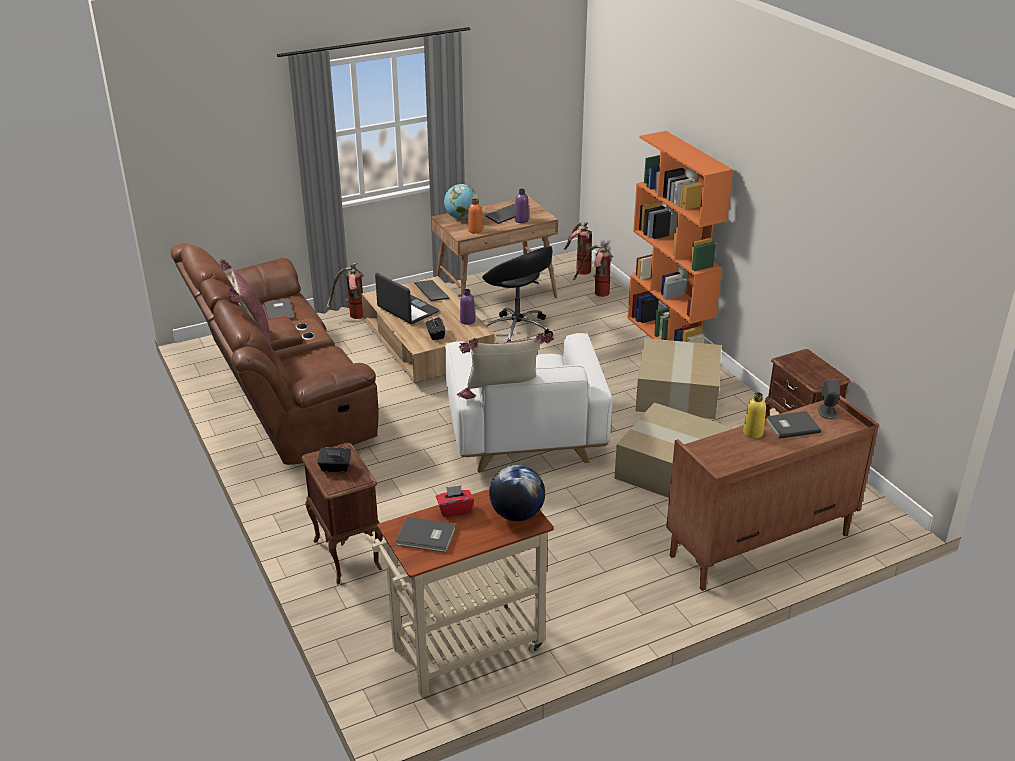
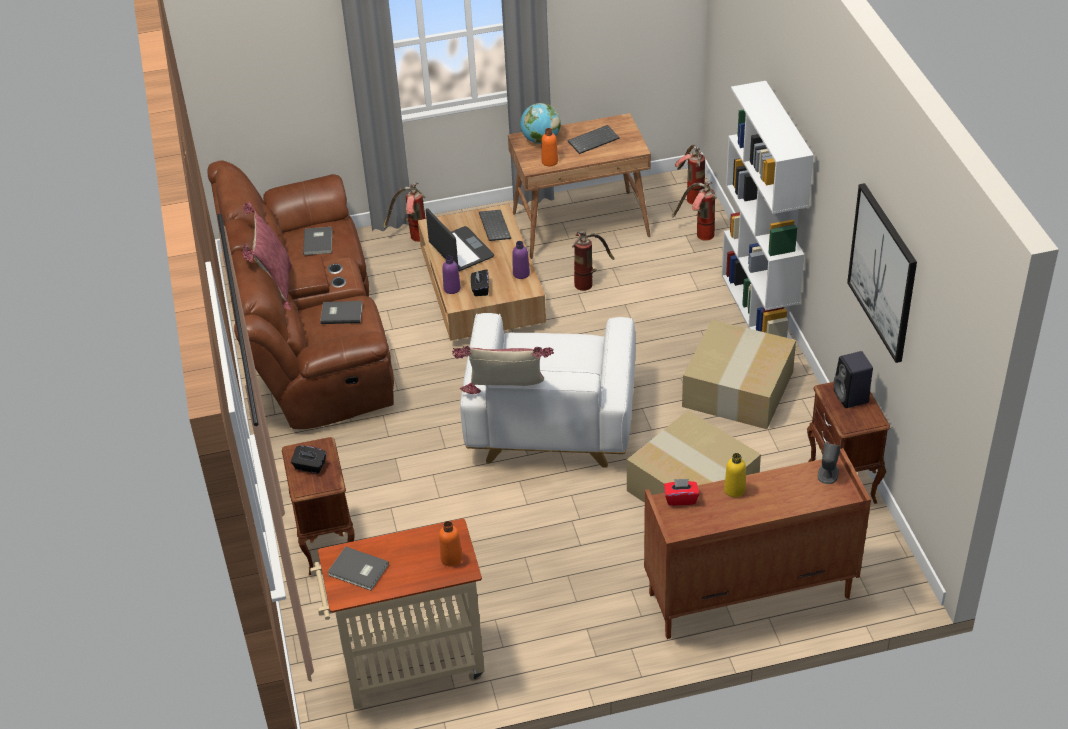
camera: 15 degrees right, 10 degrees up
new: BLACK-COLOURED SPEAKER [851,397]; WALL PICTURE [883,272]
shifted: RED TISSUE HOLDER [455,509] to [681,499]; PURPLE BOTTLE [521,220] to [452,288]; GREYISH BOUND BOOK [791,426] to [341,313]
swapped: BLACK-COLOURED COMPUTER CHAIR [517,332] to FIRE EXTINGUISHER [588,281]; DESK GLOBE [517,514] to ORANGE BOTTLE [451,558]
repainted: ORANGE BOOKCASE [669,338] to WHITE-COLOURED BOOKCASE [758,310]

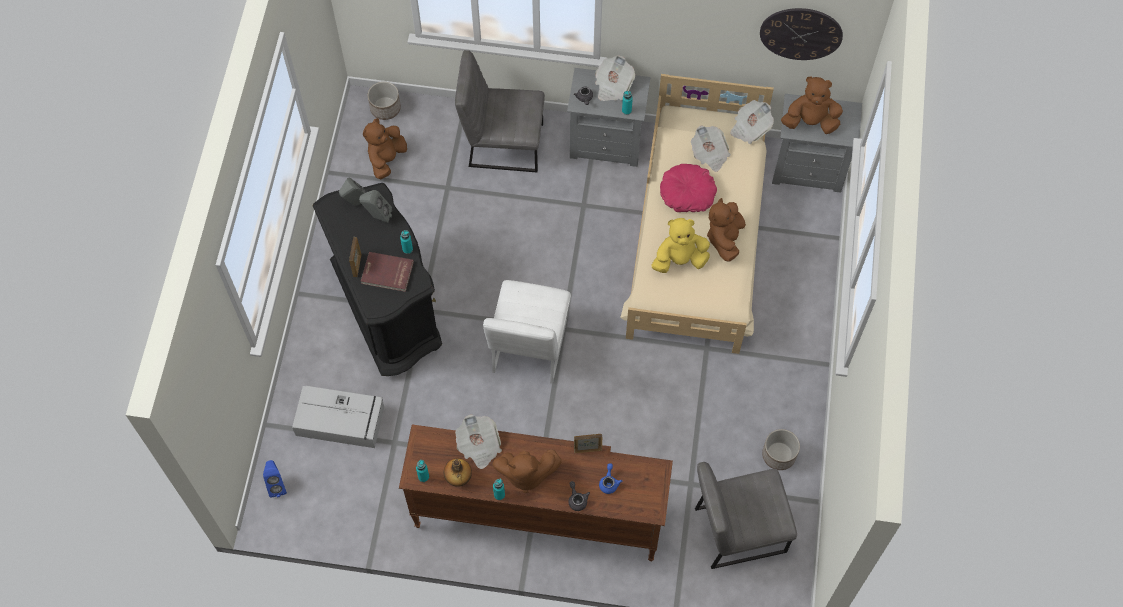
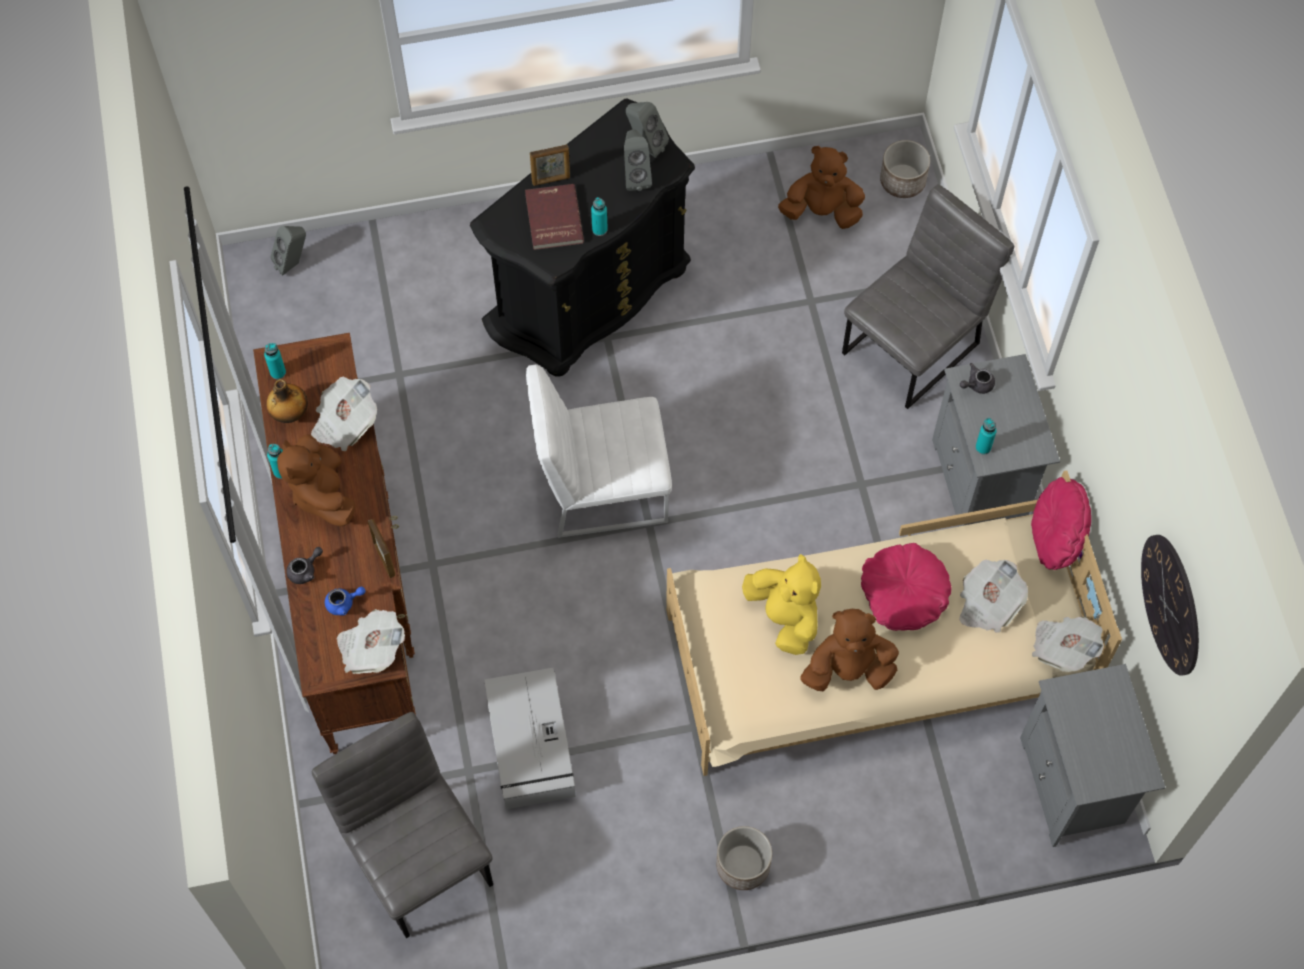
camera: 70 degrees right, 0 degrees up
gone: BROWNISH PLUSH TOY [810,122]
new: PINK-COLOURED PILLOW [1054,540]
shifted: GREYISH STORAGE BIN [341,421] to [531,746]; PRINTED PAPER [613,86] to [371,649]; FLOWER POT [779,455] to [742,865]
repainted: BLUE SPEAKER [277,485] to GREYISH SPEAKER [293,263]
rotated: GREYISH UPRIGHT CHAIR [503,144] = [914,346] 60 degrees clockwise

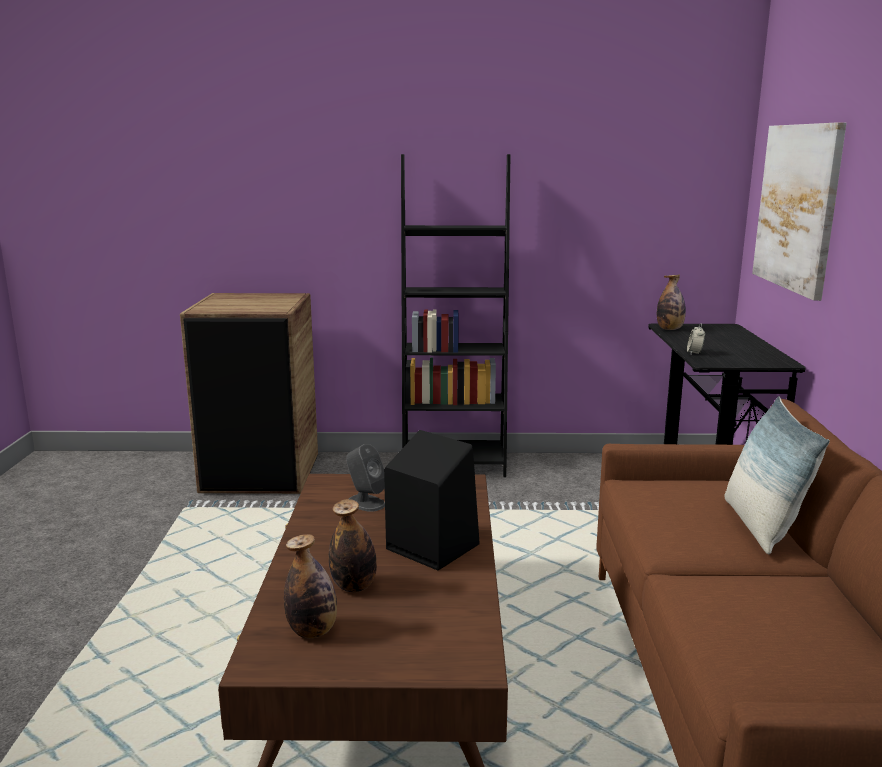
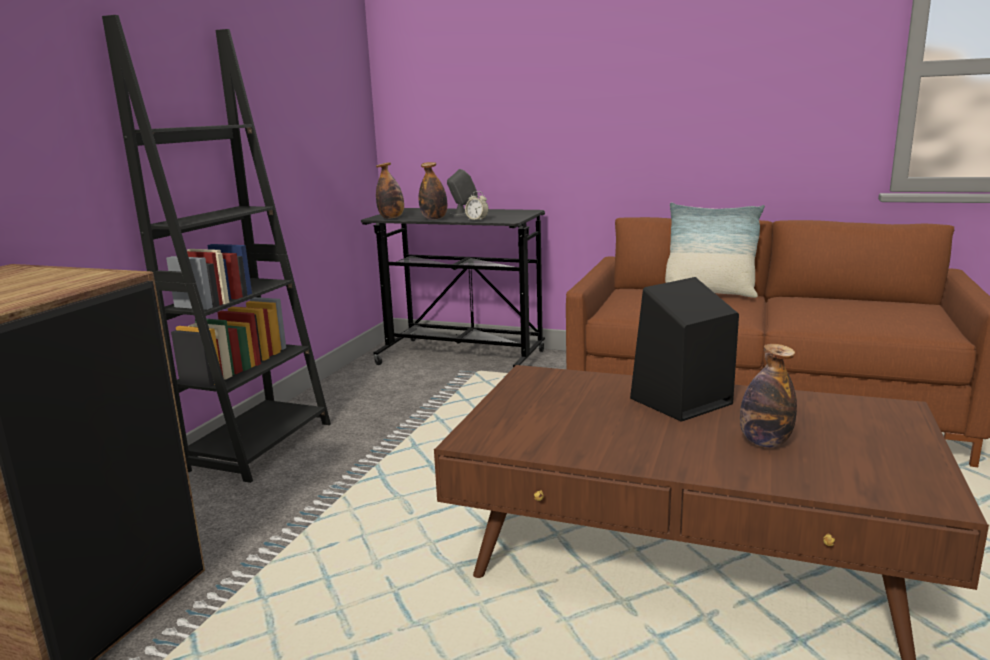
camera: 70 degrees left, 0 degrees up
gone: WALL PICTURE [797,207]
shifted: BOTTLE [313,631] to [434,219]; GREYISH SPEAKER [365,503] to [463,214]

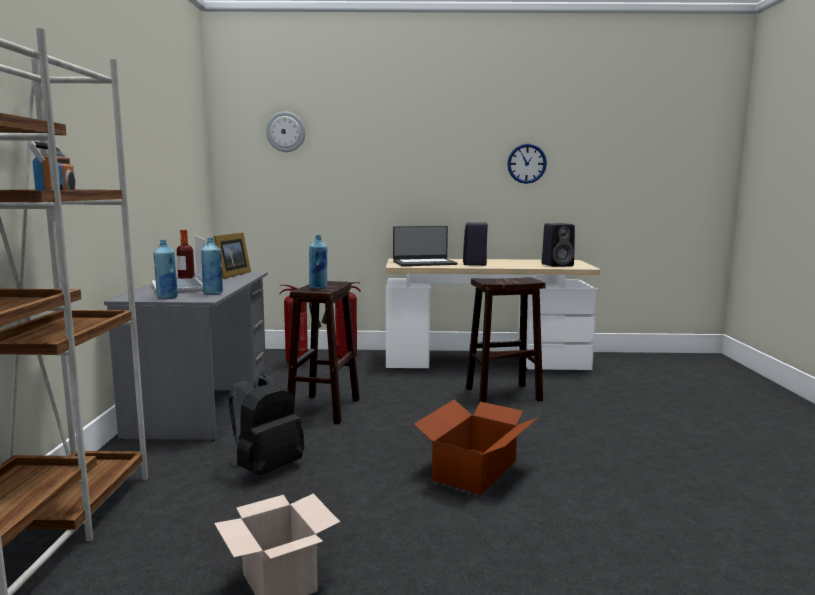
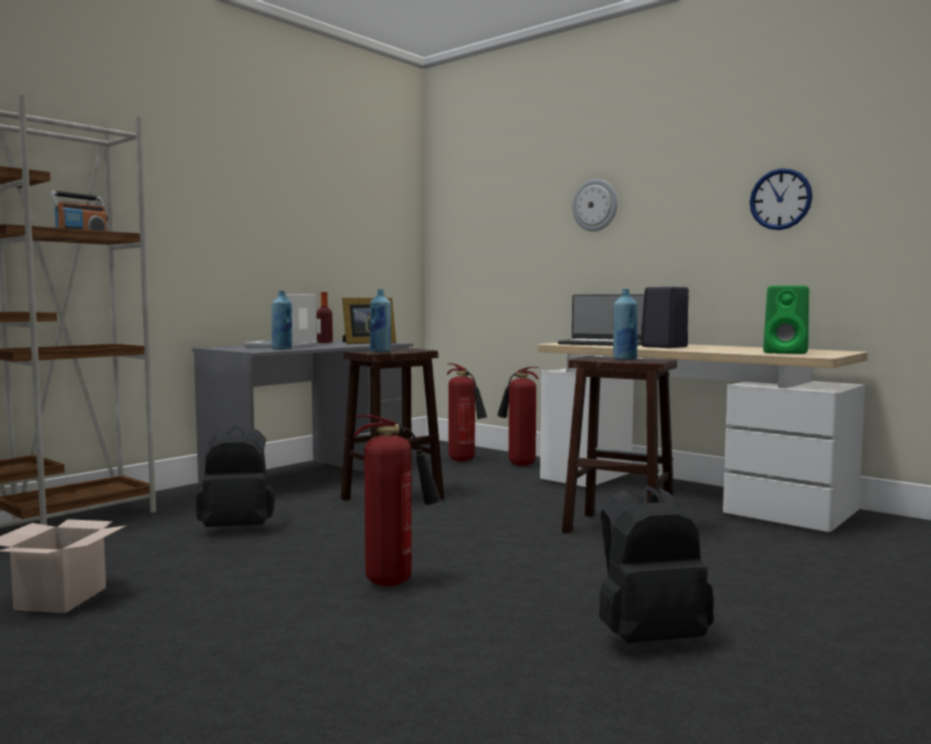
camera: 40 degrees right, 5 degrees down
new: BLACK-COLOURED BACKPACK [648,637]
shifted: BLUE BOTTLE [167,297] to [624,359]; WALL CLOCK [286,132] to [595,205]
swapped: CARTON [474,470] to FIRE EXTINGUISHER [395,582]
repainted: BLACK-COLOURED SPEAKER [558,265] to GREEN-COLOURED SPEAKER [787,352]

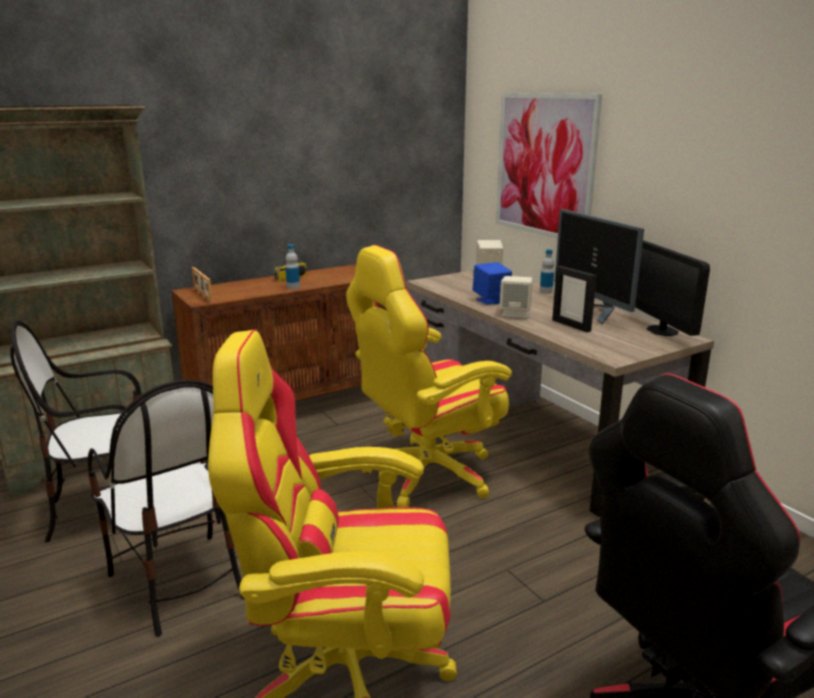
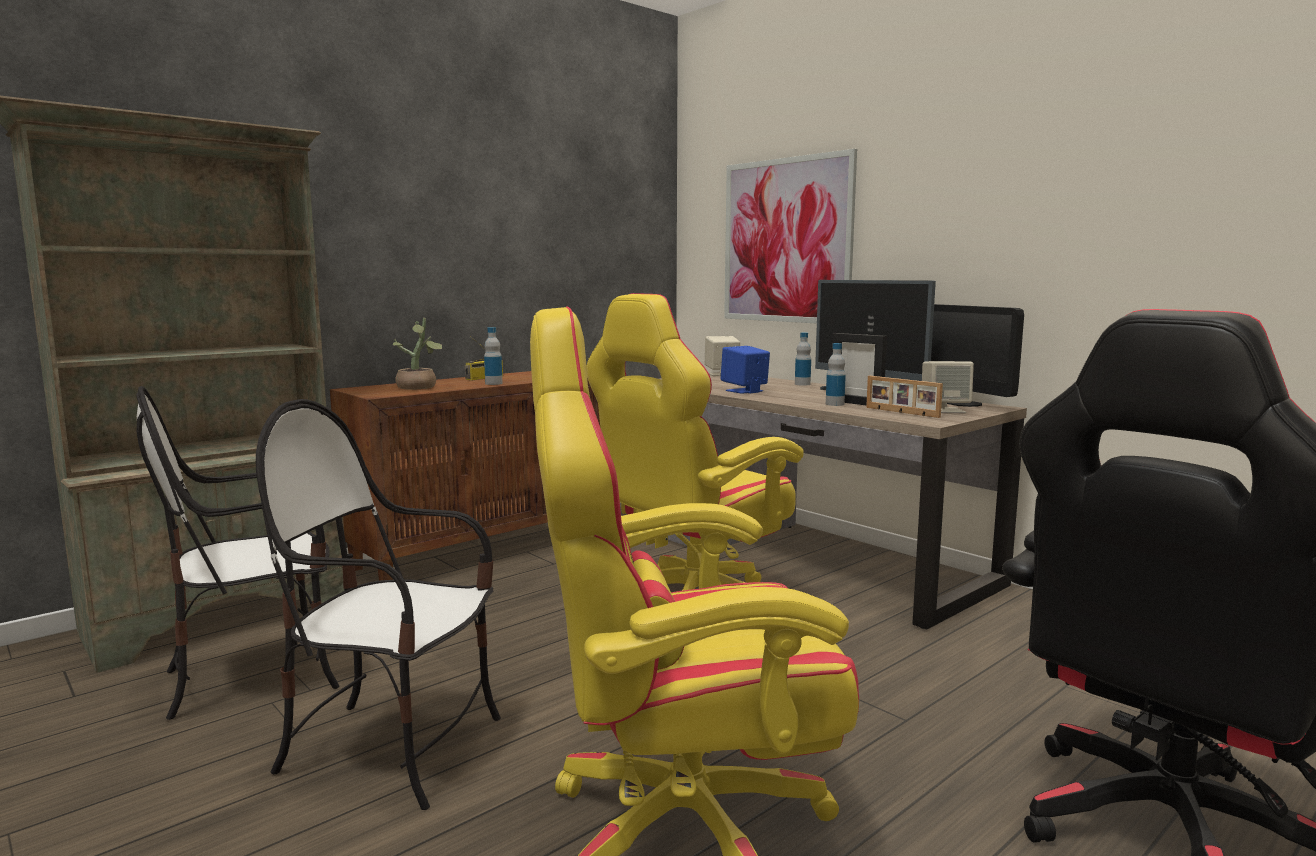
camera: 10 degrees left, 10 degrees down
new: HOUSEPLANT [419,387]; BOTTLE [834,404]
shifted: PICTURE FRAME [202,295] to [901,412]; SAND-COLOURED SPEAKER [515,314] to [944,410]
rotated: UPRIGHT CHAIR [179,582] = [393,748] 150 degrees clockwise

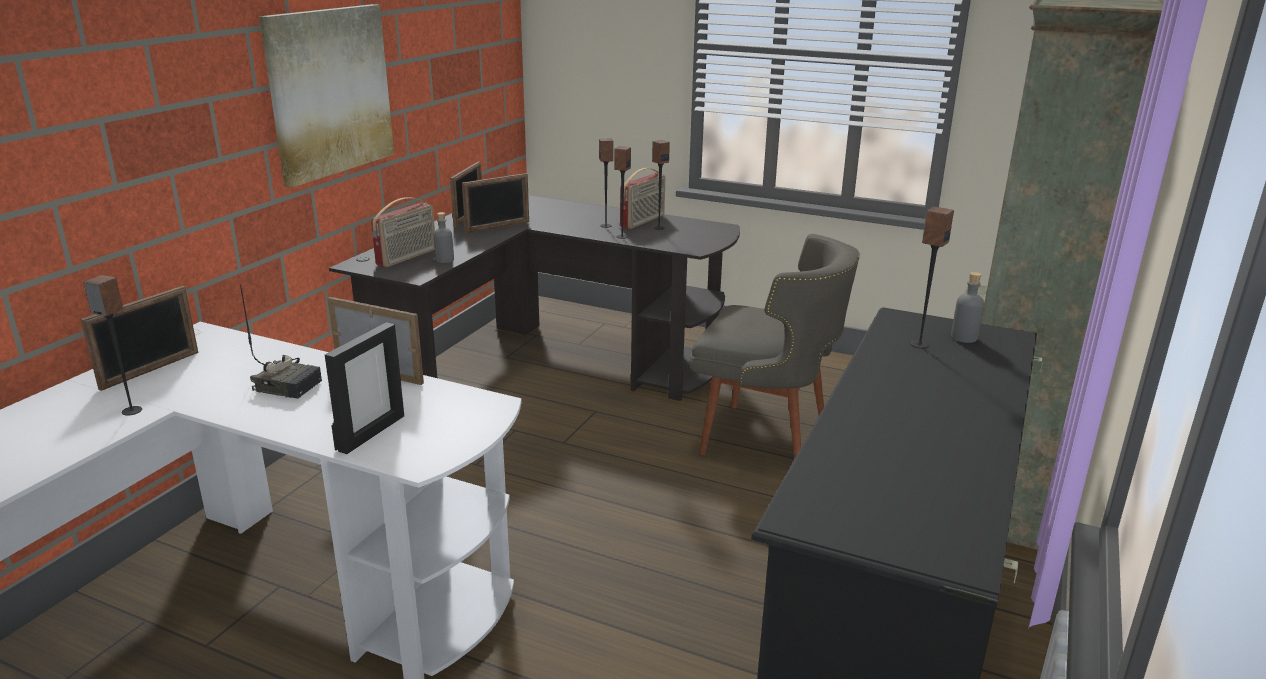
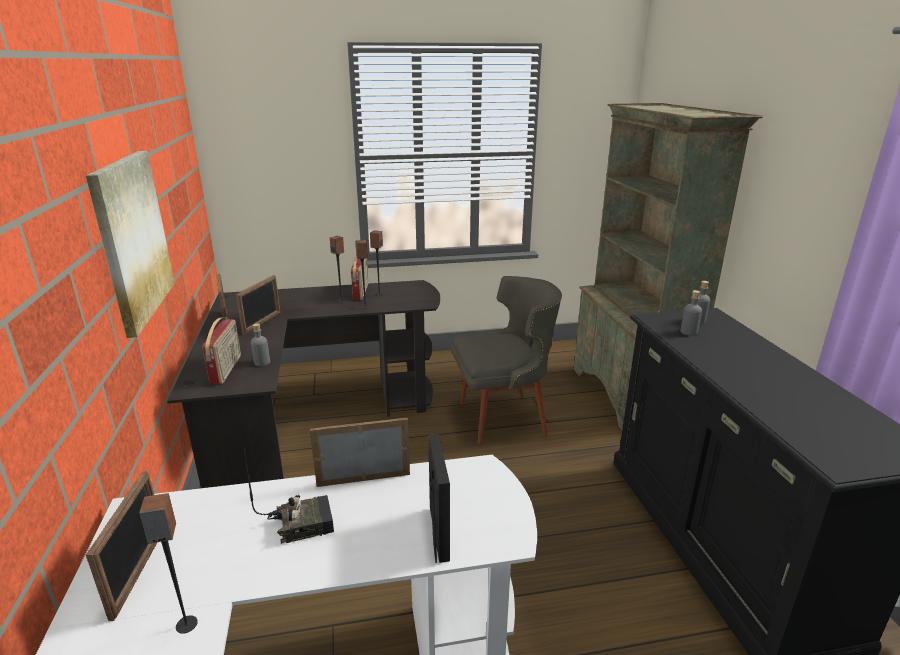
camera: 35 degrees left, 0 degrees up
swapped: SPEAKER [919,344] to GREYISH BOTTLE [688,332]

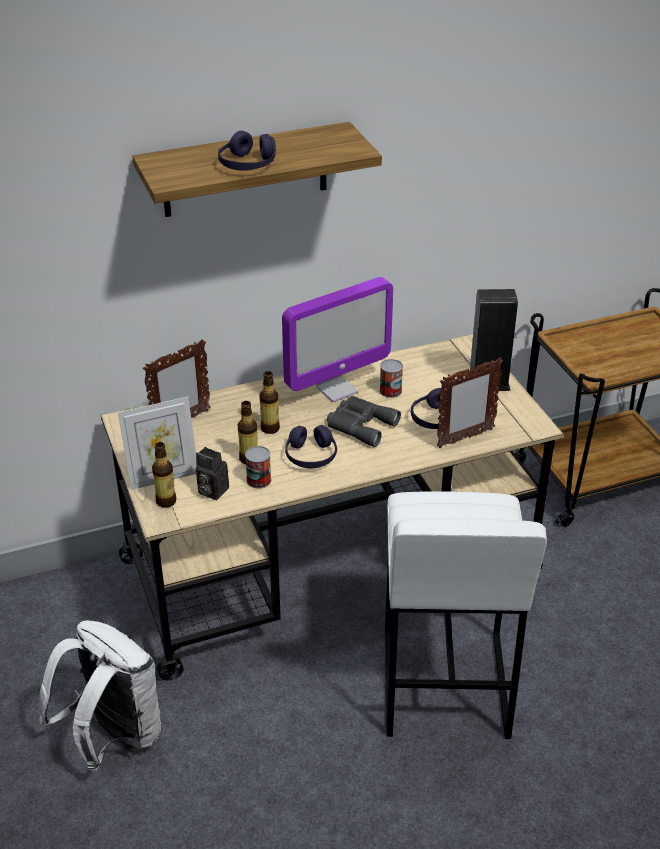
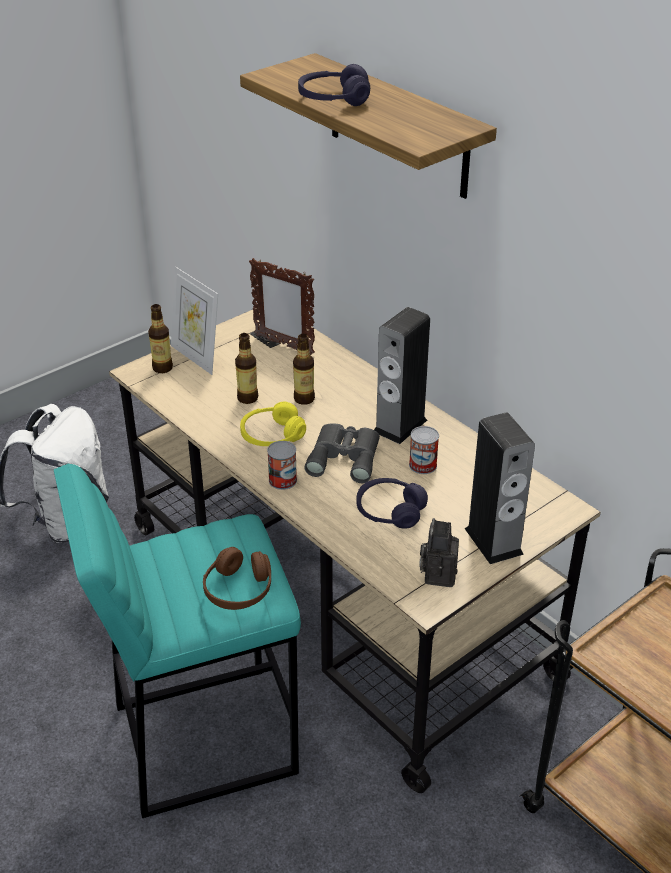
camera: 70 degrees right, 0 degrees up
gone: PICTURE FRAME [465,438]
new: BROWNISH PAIR OF HEADPHONES [238,589]
shifted: STILL CAMERA [211,491] to [438,573]; METAL CAN [259,480] to [282,480]
swapped: COMPUTER SCREEN [336,389] to SPEAKER [400,426]
repainted: PURPLE PAIR OF HEADPHONES [311,456] to YELLOWISH PAIR OF HEADPHONES [272,435]; WHITE-COLOURED STOOL [445,687] to TURQUOISE STOOL [199,740]

